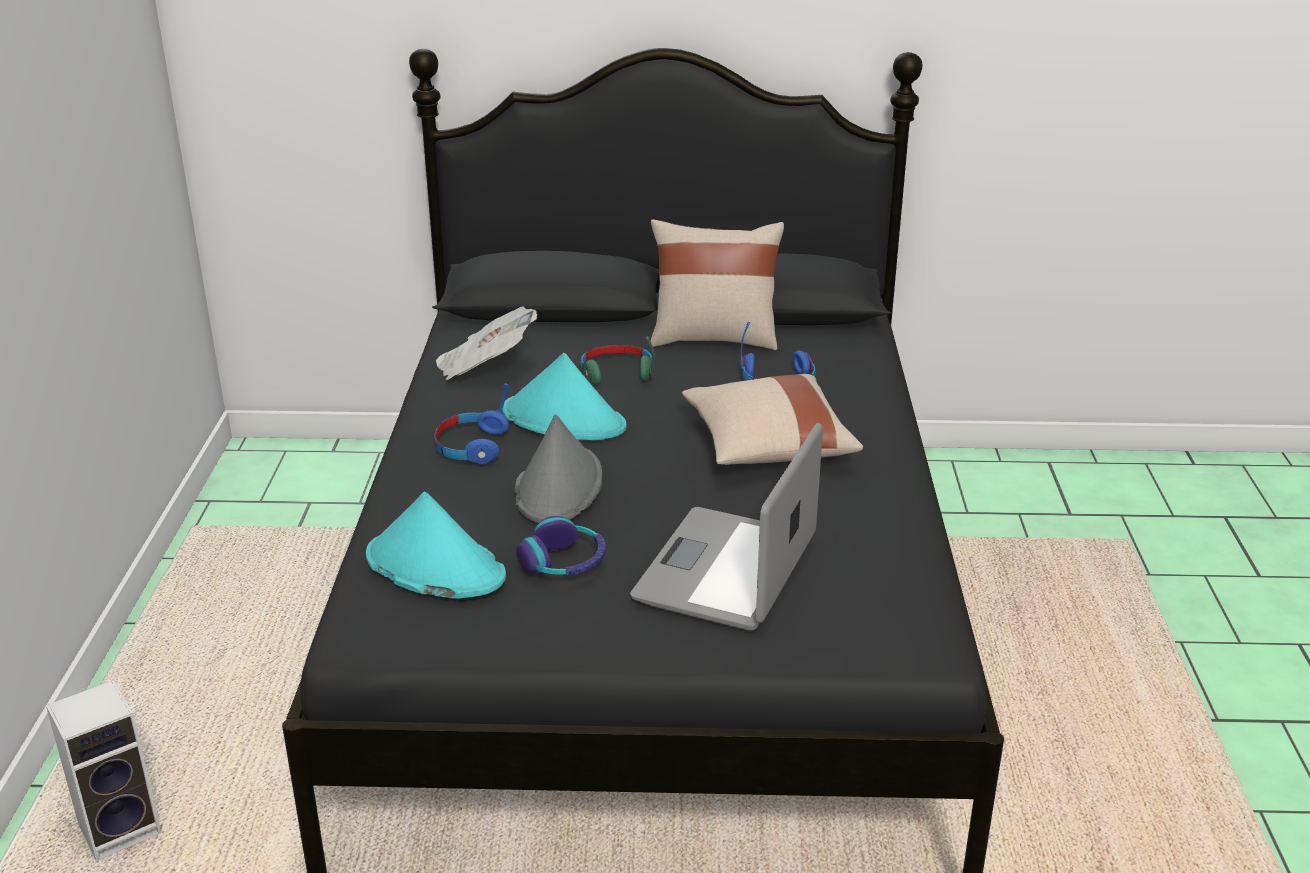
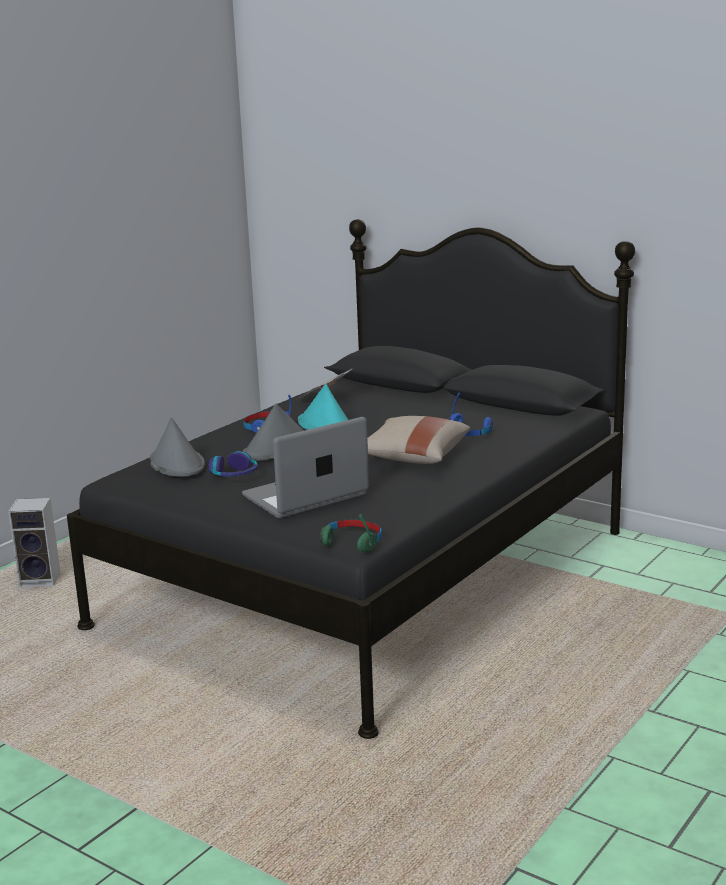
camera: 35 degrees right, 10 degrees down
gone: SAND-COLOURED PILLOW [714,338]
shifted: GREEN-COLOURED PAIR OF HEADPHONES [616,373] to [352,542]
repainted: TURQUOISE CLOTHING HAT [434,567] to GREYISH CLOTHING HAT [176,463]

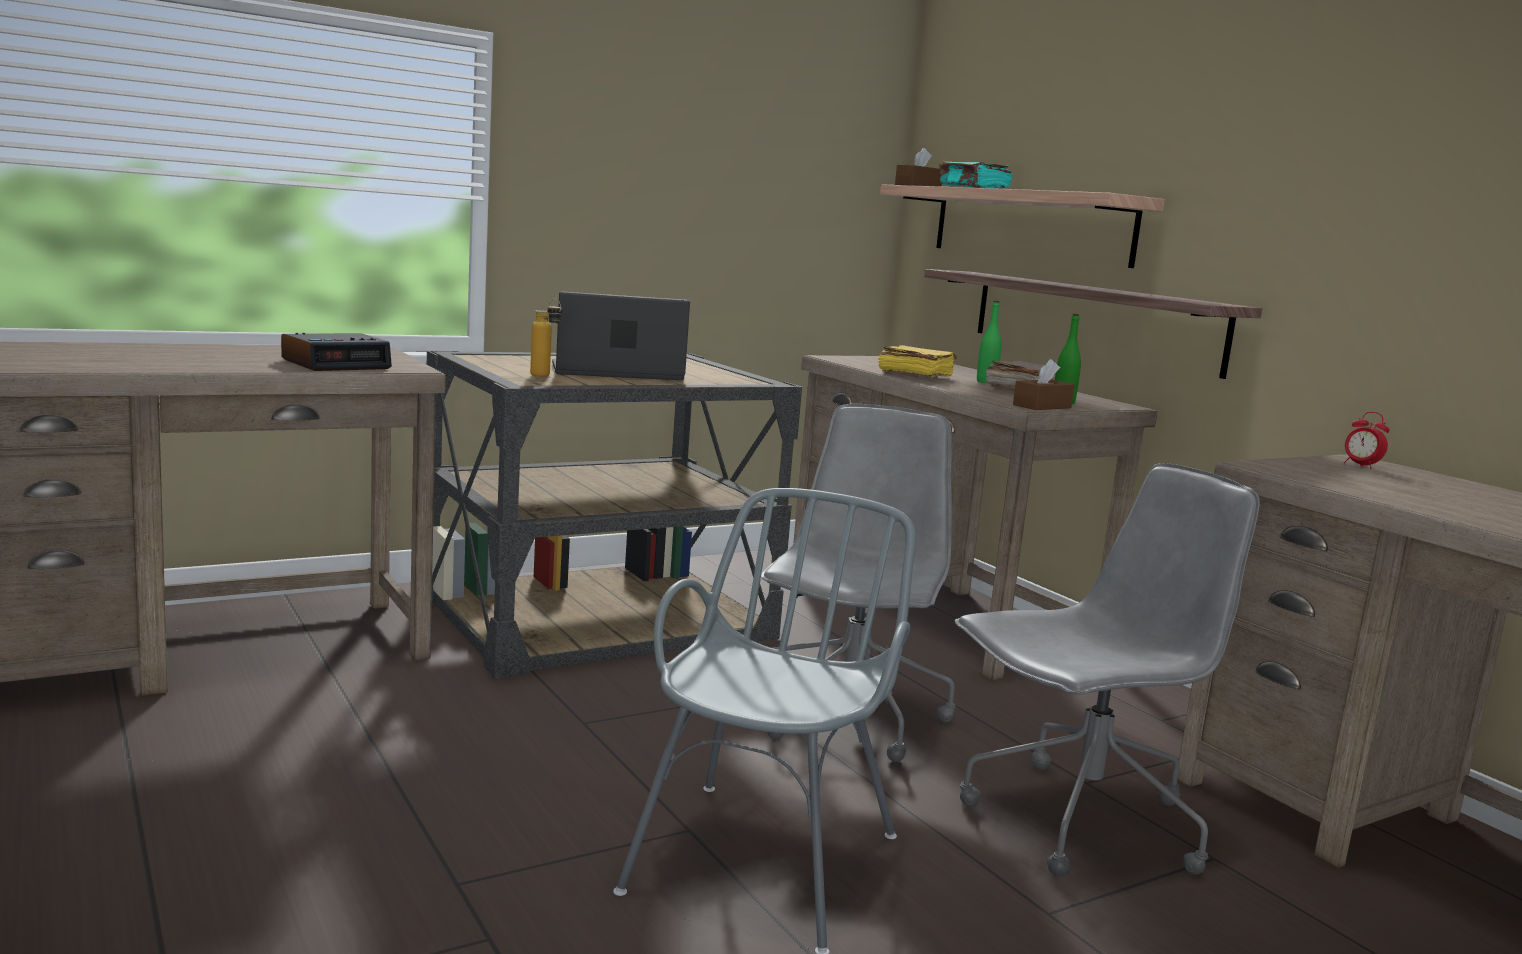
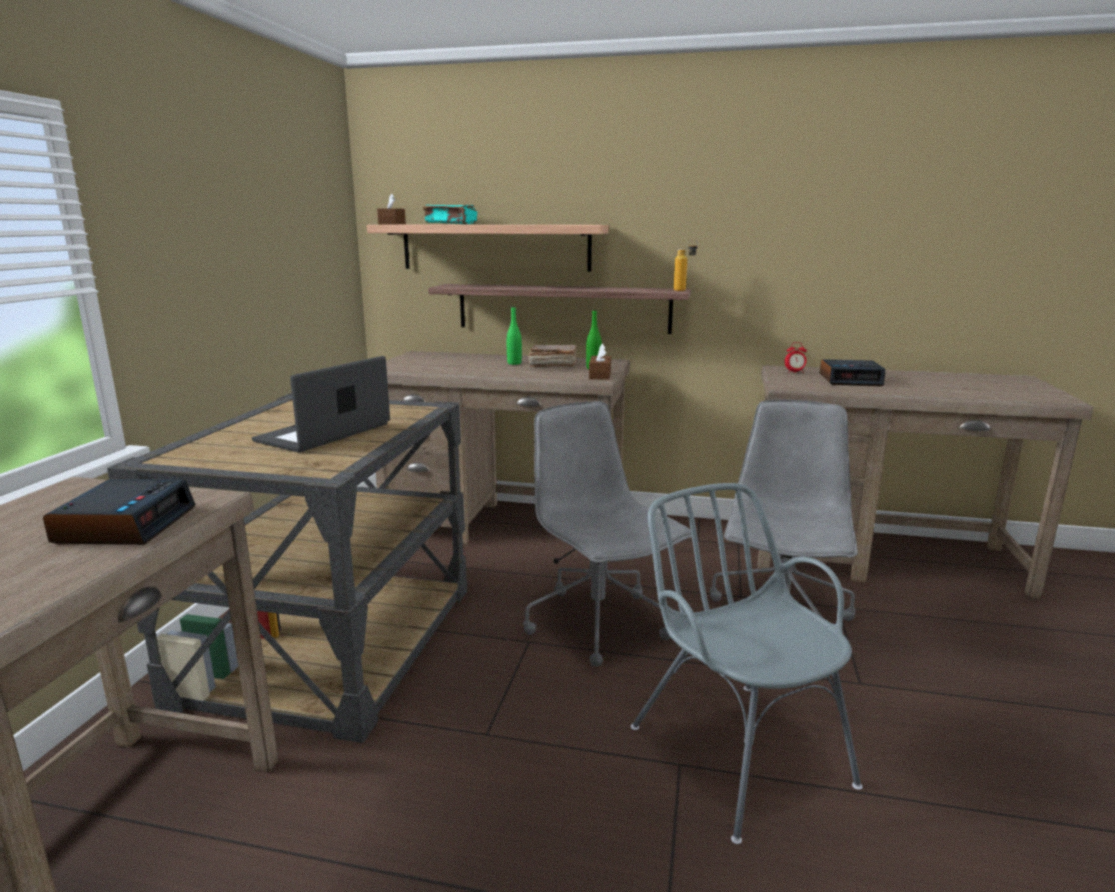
camera: 45 degrees left, 5 degrees up
gone: YELLOWISH BOUND BOOK [914,375]
new: ALARM CLOCK [850,380]
shifted: BOTTLE [545,376] to [684,290]

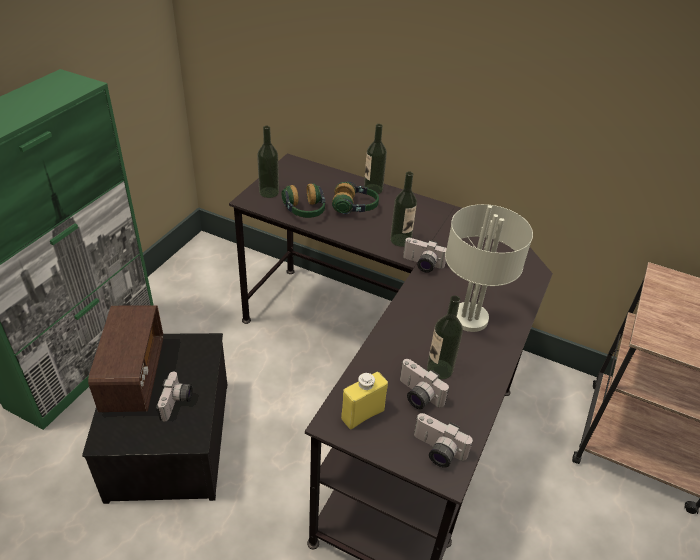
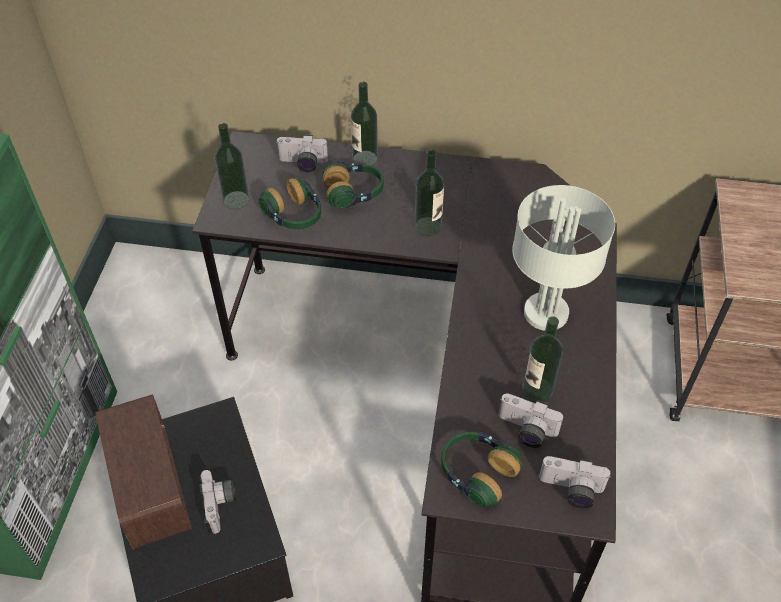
camera: 15 degrees left, 10 degrees up
shifted: STILL CAMERA [422,265] to [302,164]
swapped: YELLOWISH BOTTLE [362,414] to PAIR OF HEADPHONES [476,473]

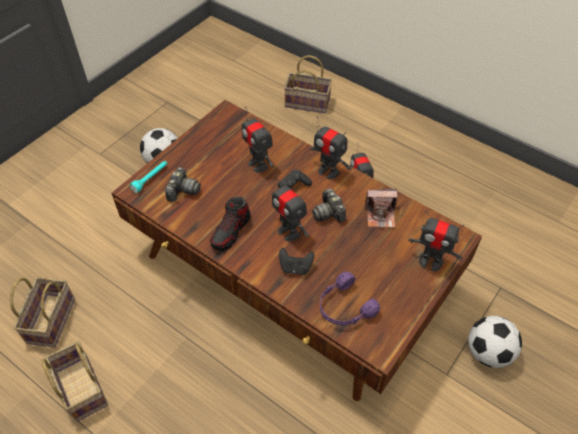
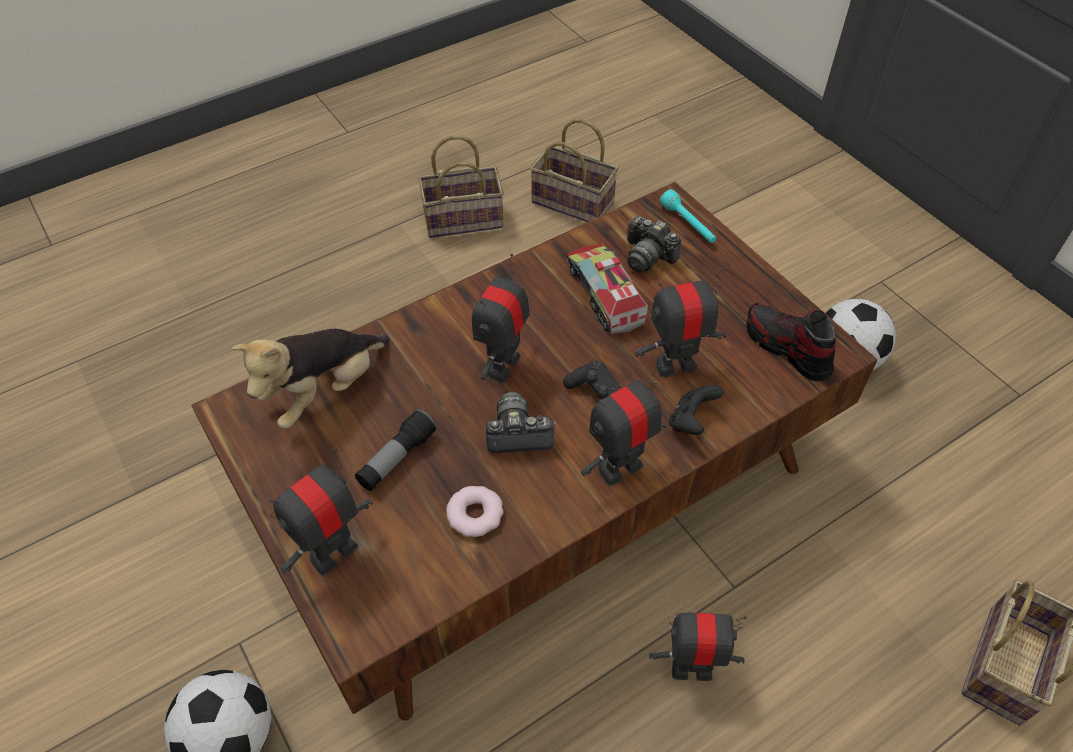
camera: 110 degrees right, 0 degrees up
new: HAND TORCH [397,458]; TOY TRUCK [604,294]
shifted: ITEM OF FOOTWEAR [231,231] to [787,349]; BLACK-COLOURED GAME CONTROLLER [295,267] to [691,421]
swapped: PURPLE PAIR OF HEADPHONES [344,307] to PLUSH TOY [325,391]; STILL CAMERA [380,215] to DONUT [475,514]
rotated: MODEL ROBOT [289,232] = [503,365] 45 degrees counterclockwise

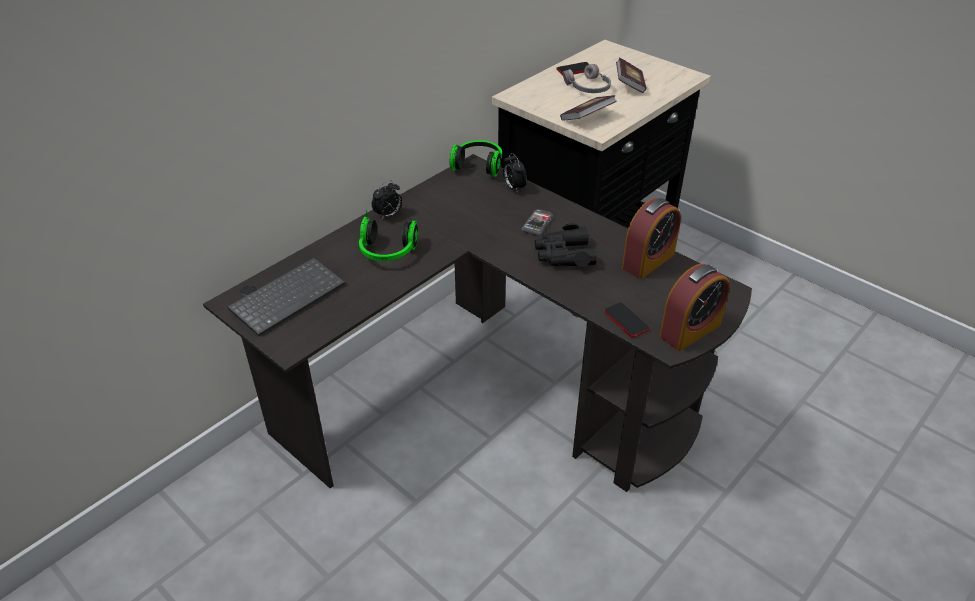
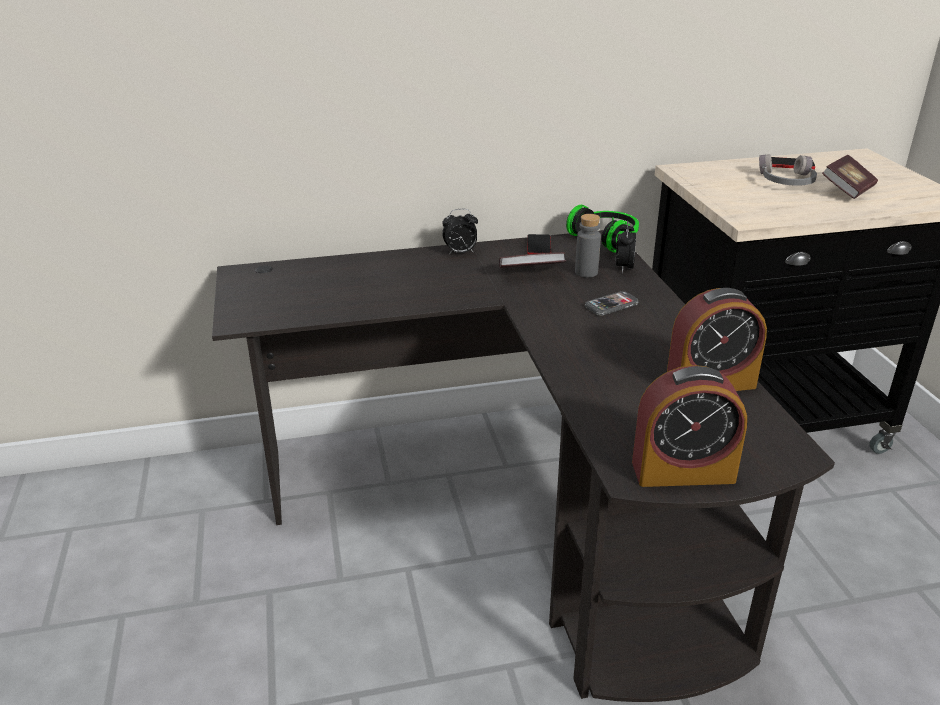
camera: 35 degrees right, 10 degrees down
gone: KEYBOARD [288,296]; PAIR OF HEADPHONES [387,253]; BLACK-COLOURED PAIR OF BINOCULARS [564,255]
new: GREYISH BOTTLE [586,272]
shifted: BOUND BOOK [587,118] to [531,273]; HANDSET [626,321] to [538,246]

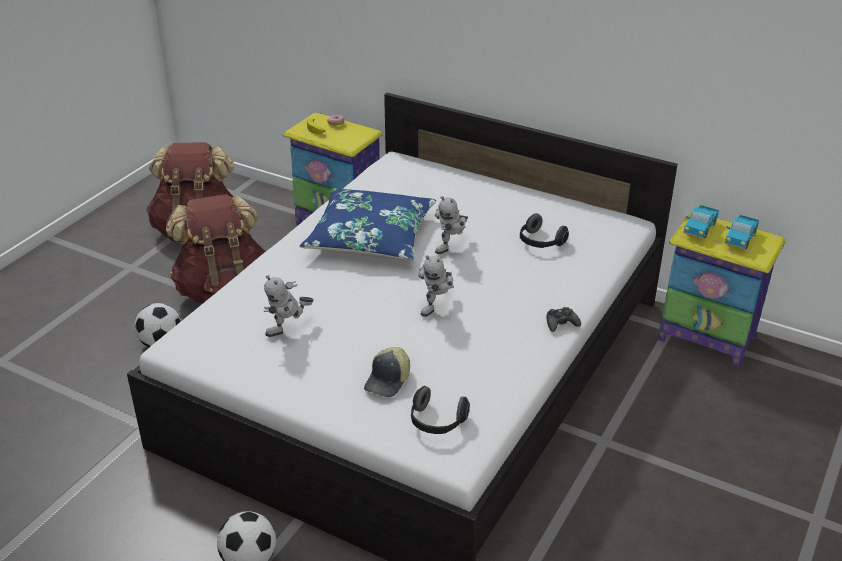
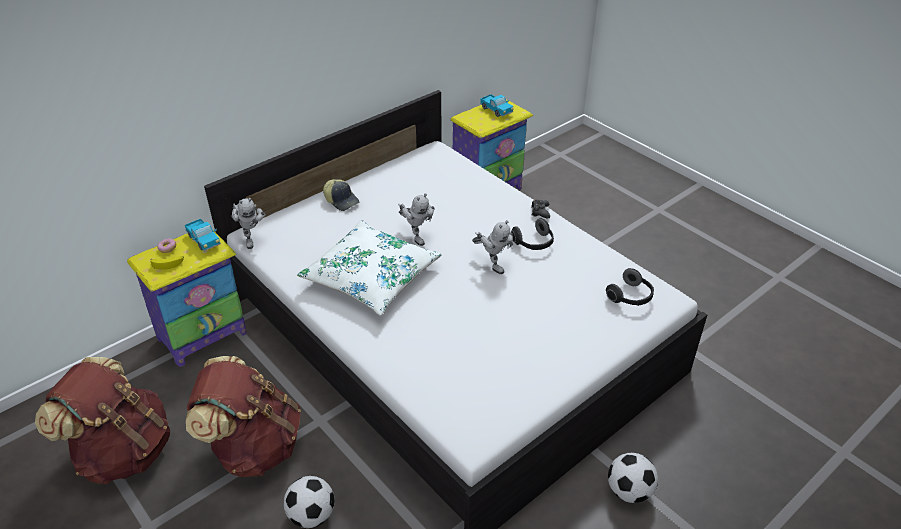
camera: 70 degrees left, 5 degrees up
shifted: MODEL ROBOT [288,331] to [252,239]; PEAKED CAP [388,380] to [341,200]; PAIR OF HEADPHONES [540,242] to [534,243]; TOY TRUCK [699,229] to [204,241]
repainted: BLUE PILLOW [370,237] to WHITE-COLOURED PILLOW [371,277]

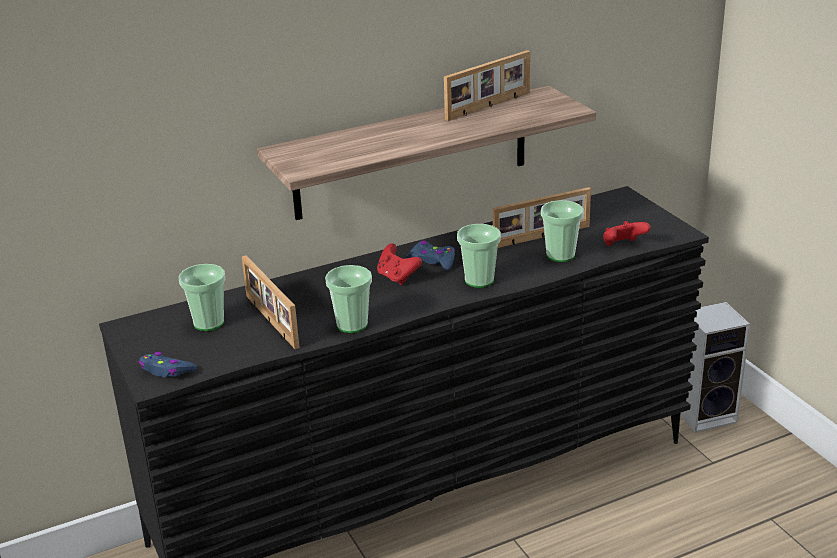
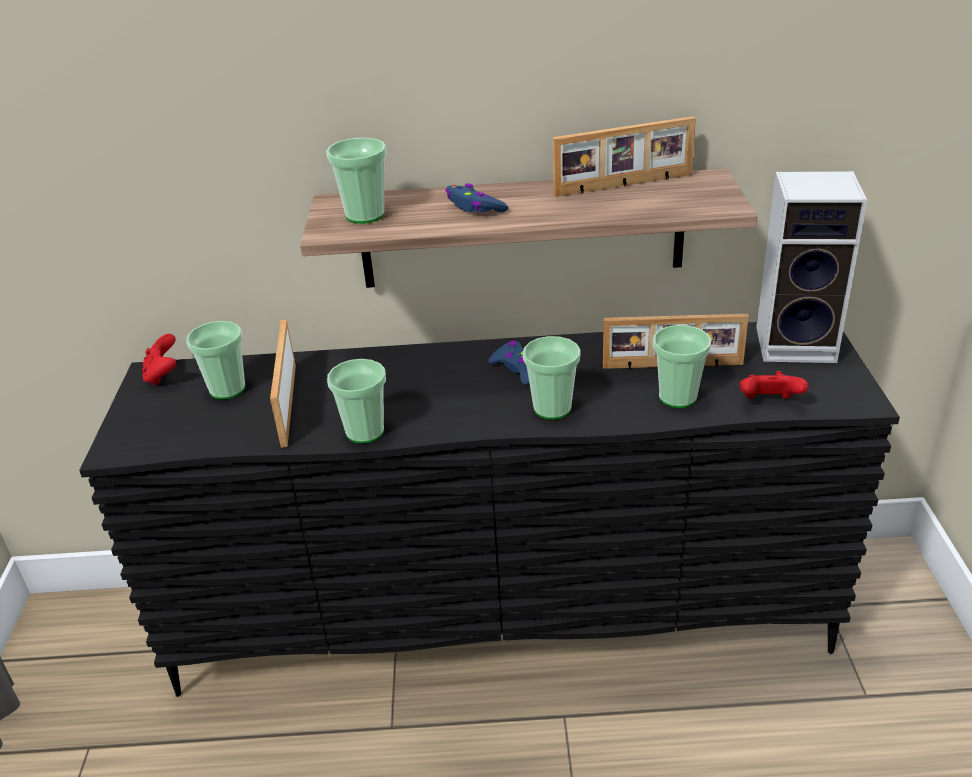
camera: 25 degrees right, 5 degrees up
new: DRINKING CUP [365,215]
shifted: BLUE GAME CONTROLLER [166,371] to [475,207]; RED GAME CONTROLLER [397,277] to [163,375]; SPEAKER [706,414] to [798,343]

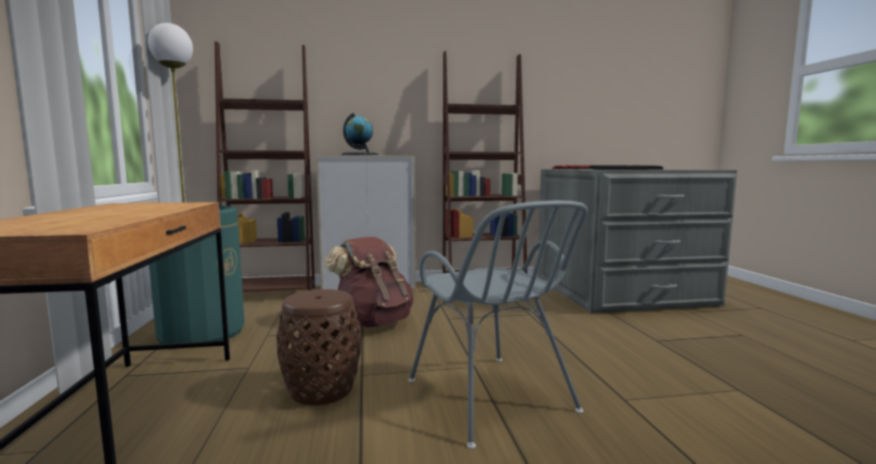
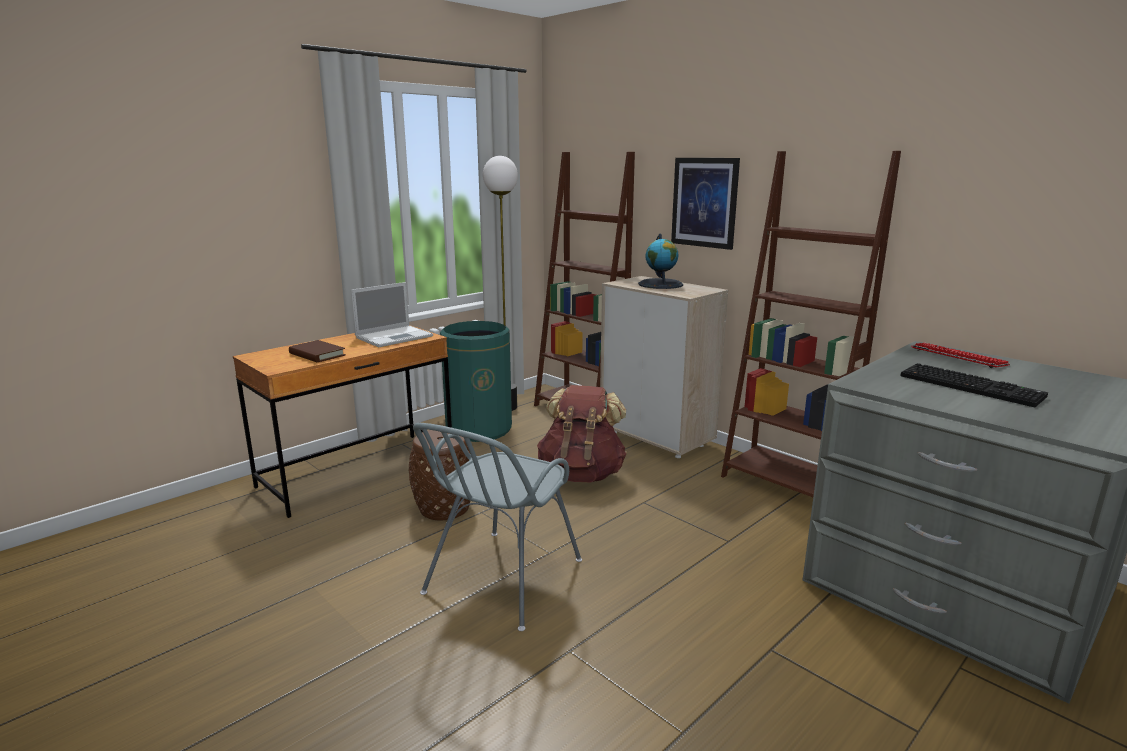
camera: 55 degrees right, 10 degrees up
new: BROWNISH BOUND BOOK [317,354]; LAPTOP [395,336]; WALL PICTURE [704,202]

